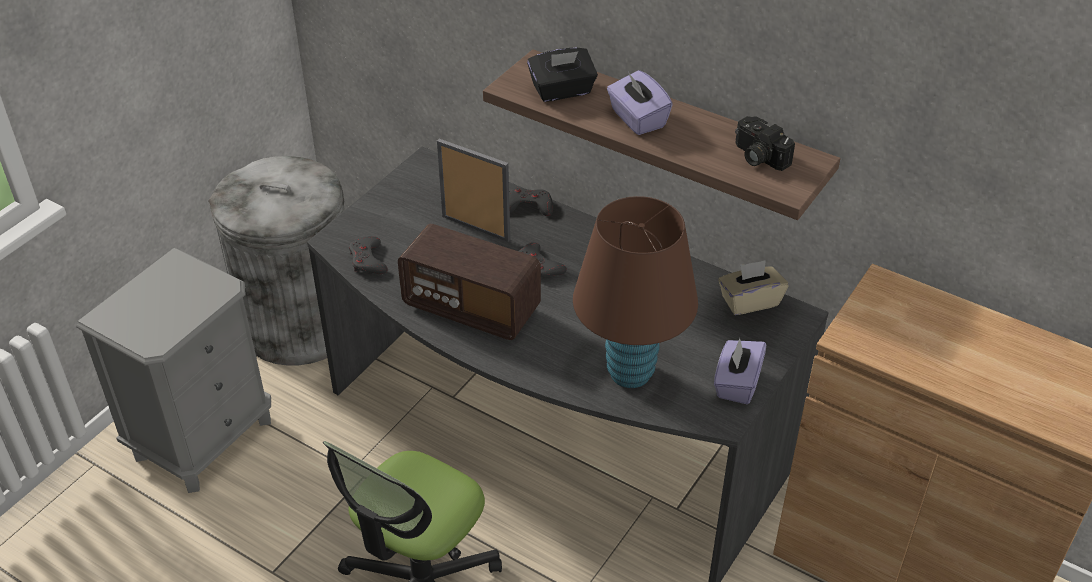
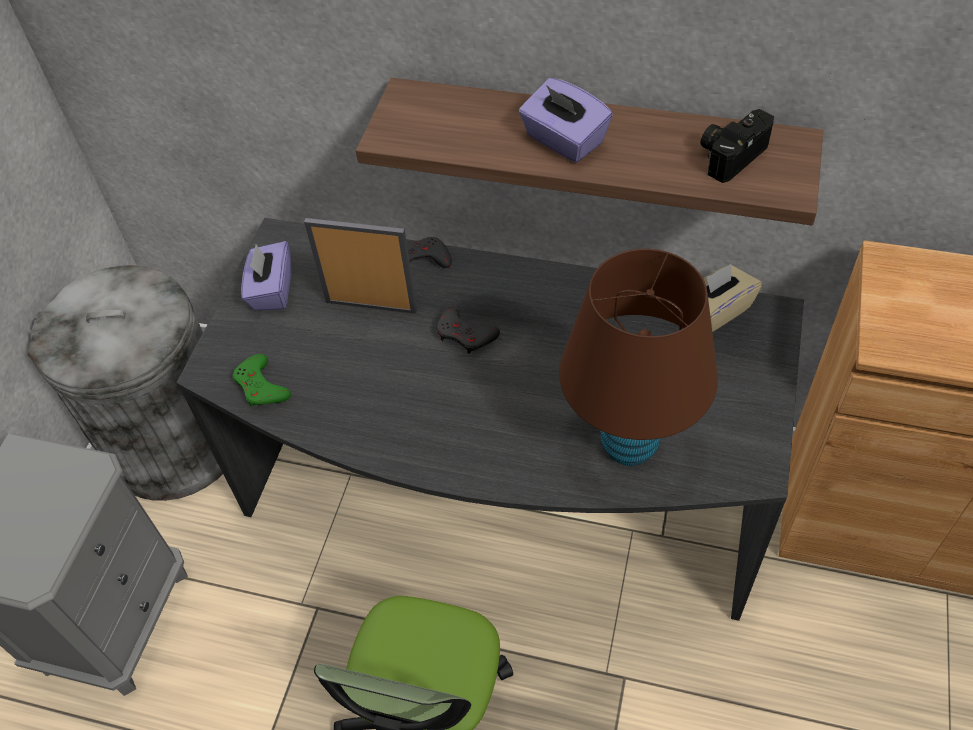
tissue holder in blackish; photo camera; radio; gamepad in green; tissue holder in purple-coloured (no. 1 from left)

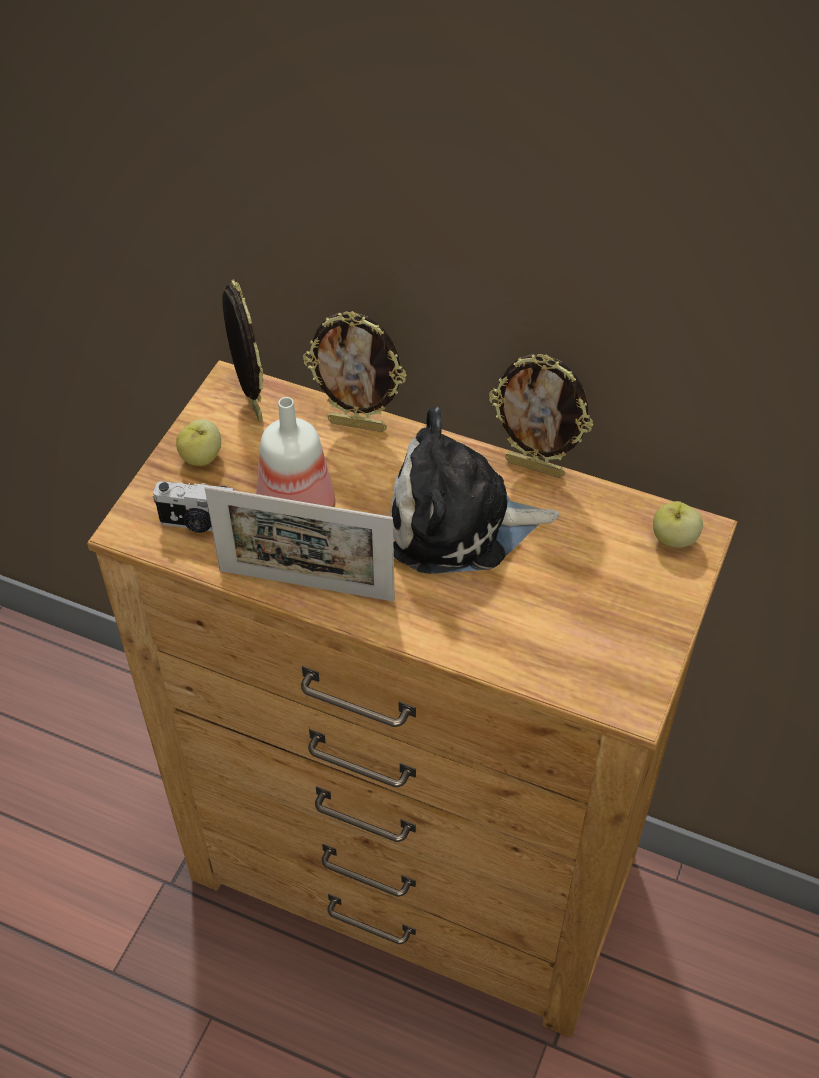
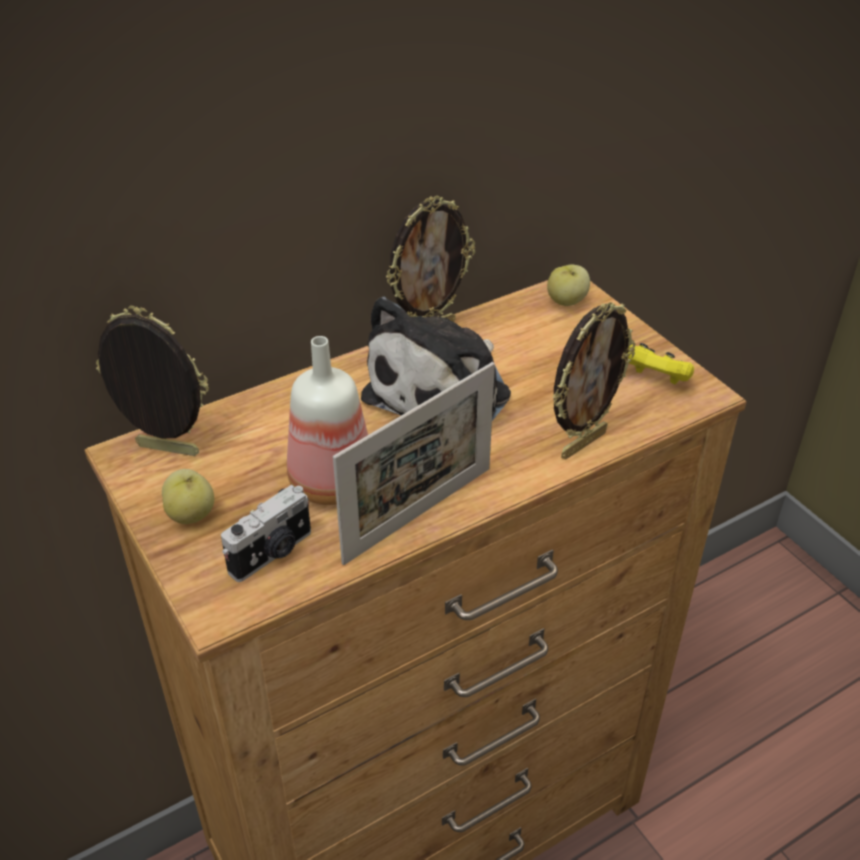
picture frame (no. 4 from left); gamepad in yellowish

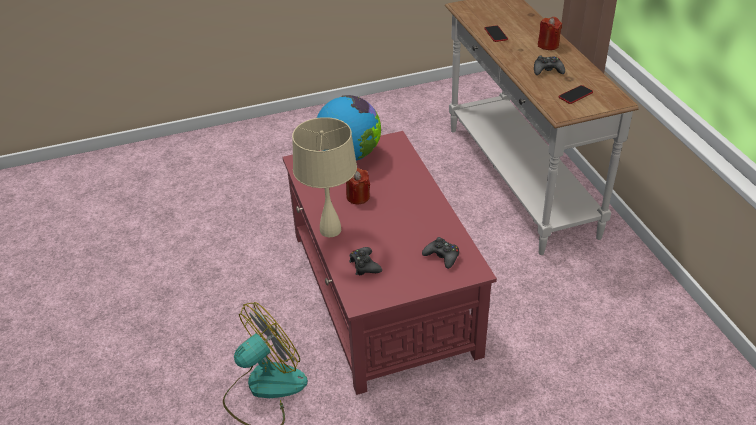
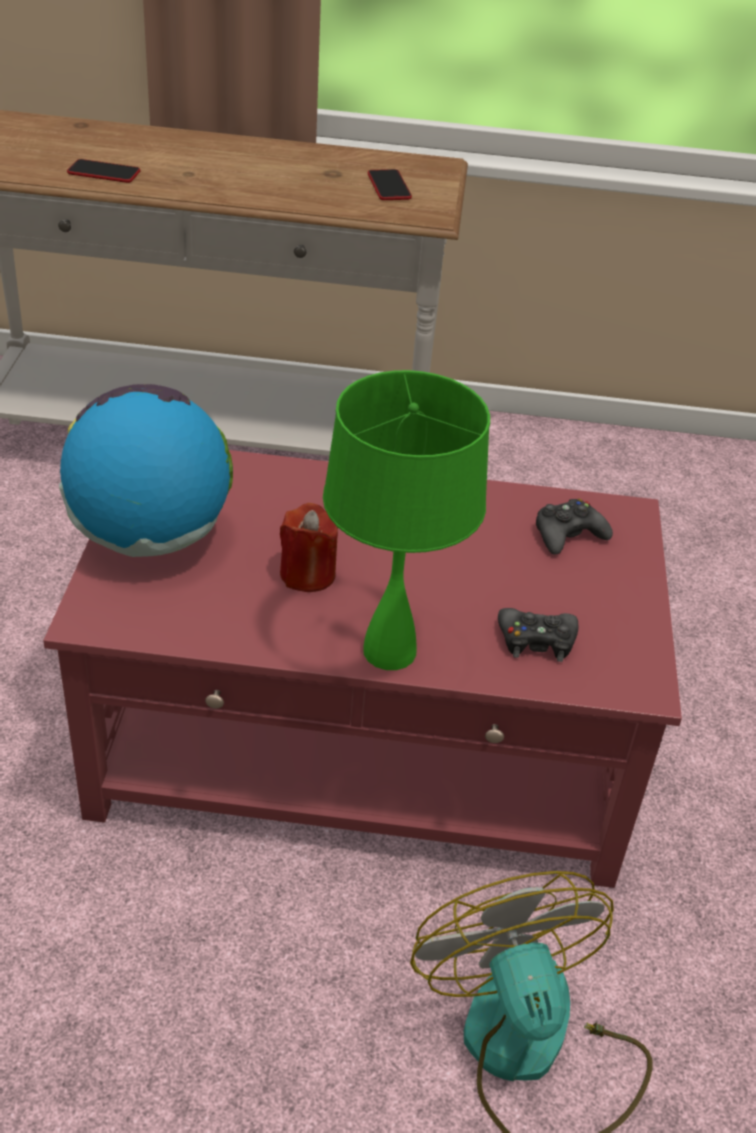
wax light in red-coloured (no. 2 from left in the first image); gamepad in blackish (no. 3 from left in the first image); tabletop lamp in green

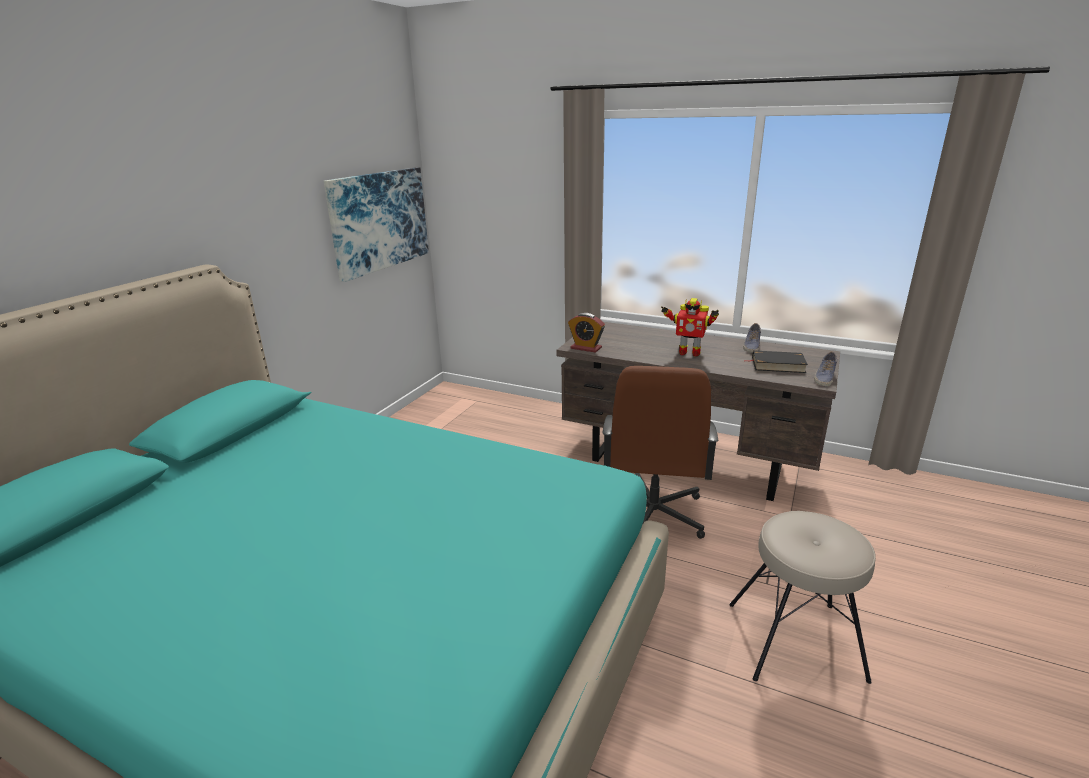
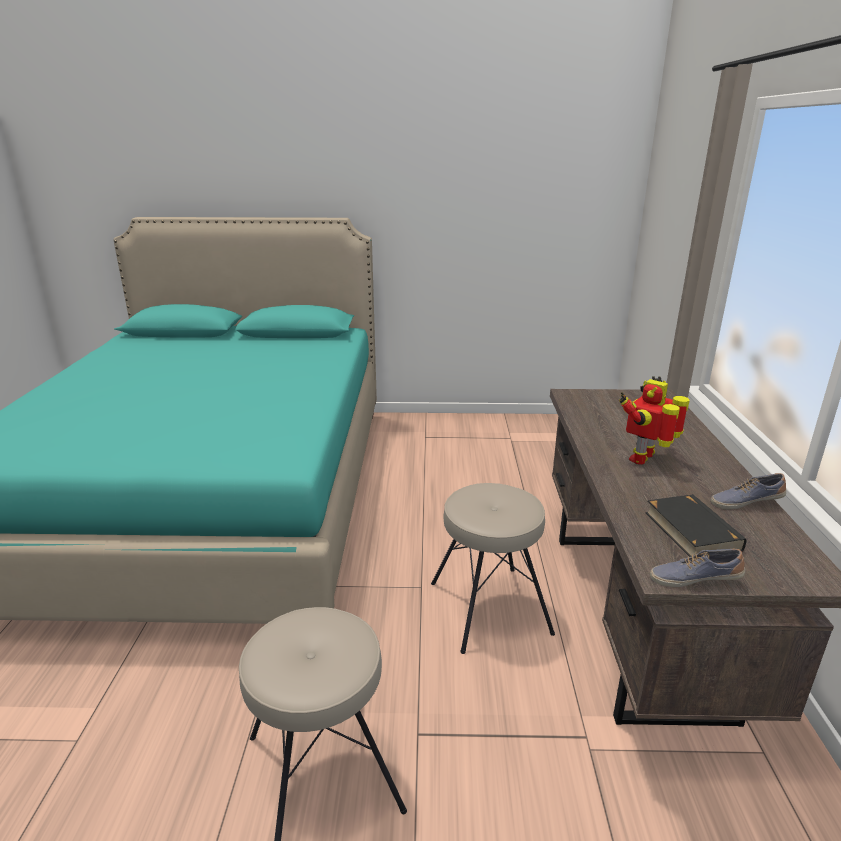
wall picture; model robot; alarm clock; stool seat in beige-coloured (no. 2 from left)

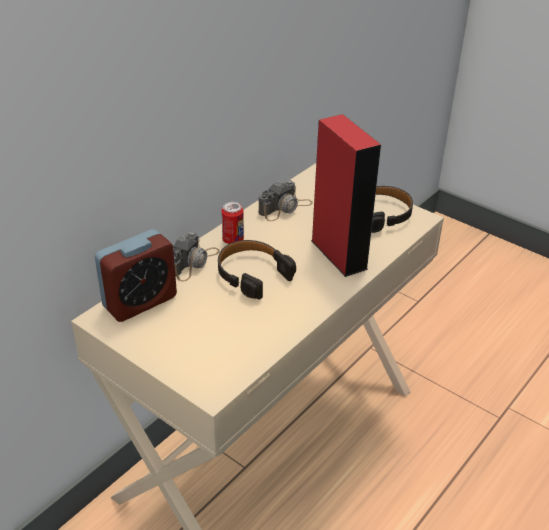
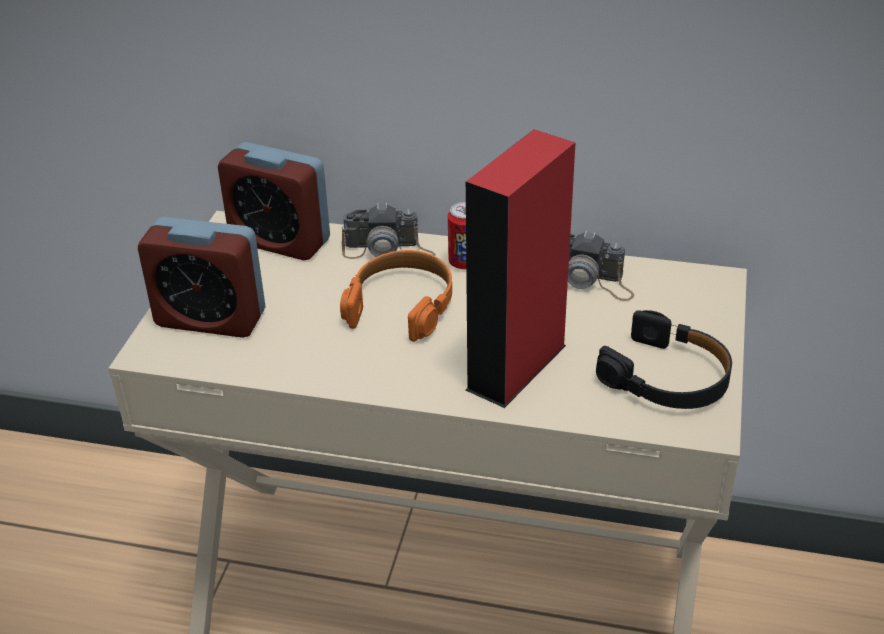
headphones in orange-coloured; alarm clock (no. 1 from left)

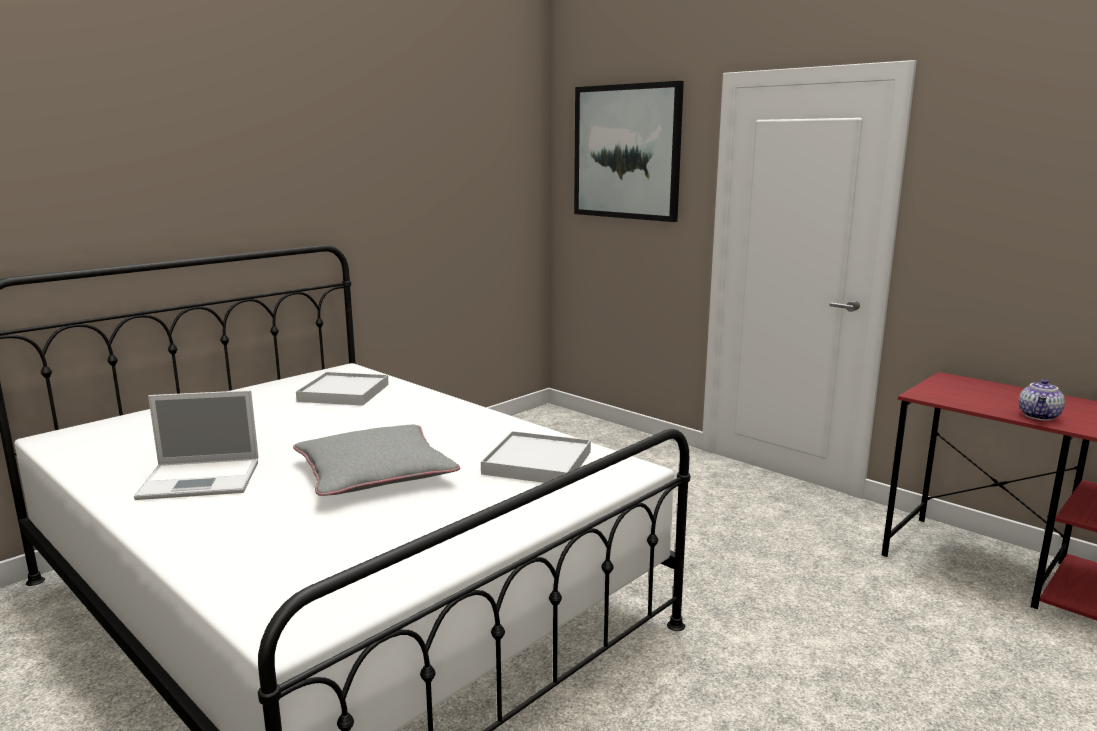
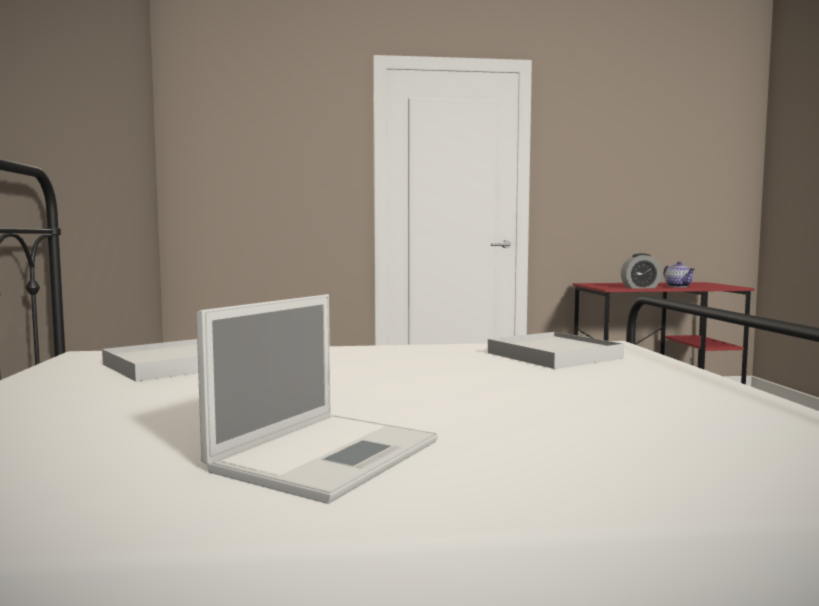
wall picture; cushion in greyish; alarm clock

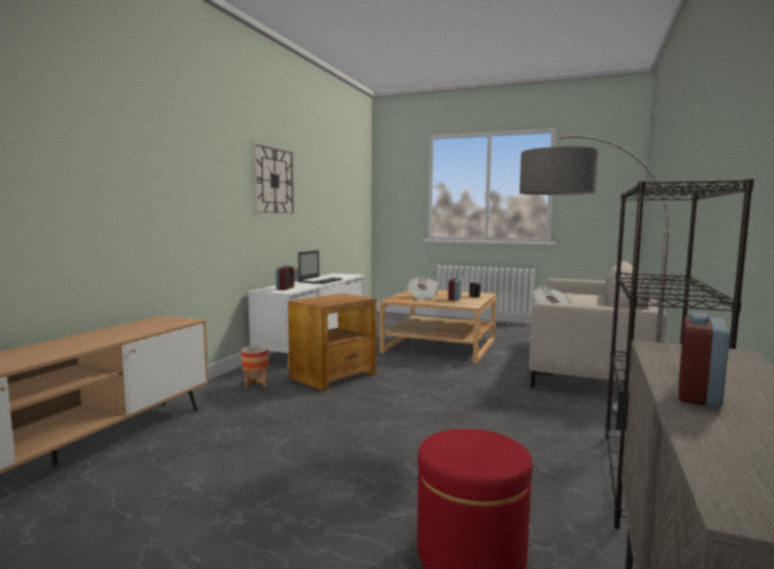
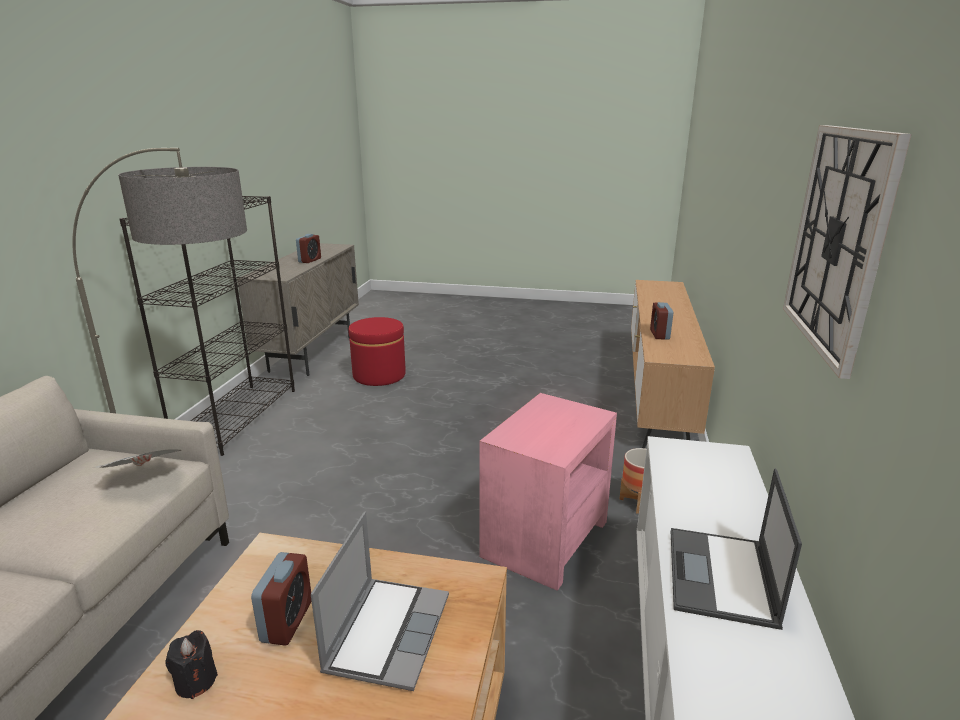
alarm clock (no. 3 from left); notebook computer (no. 1 from left); side table in pink-coloured

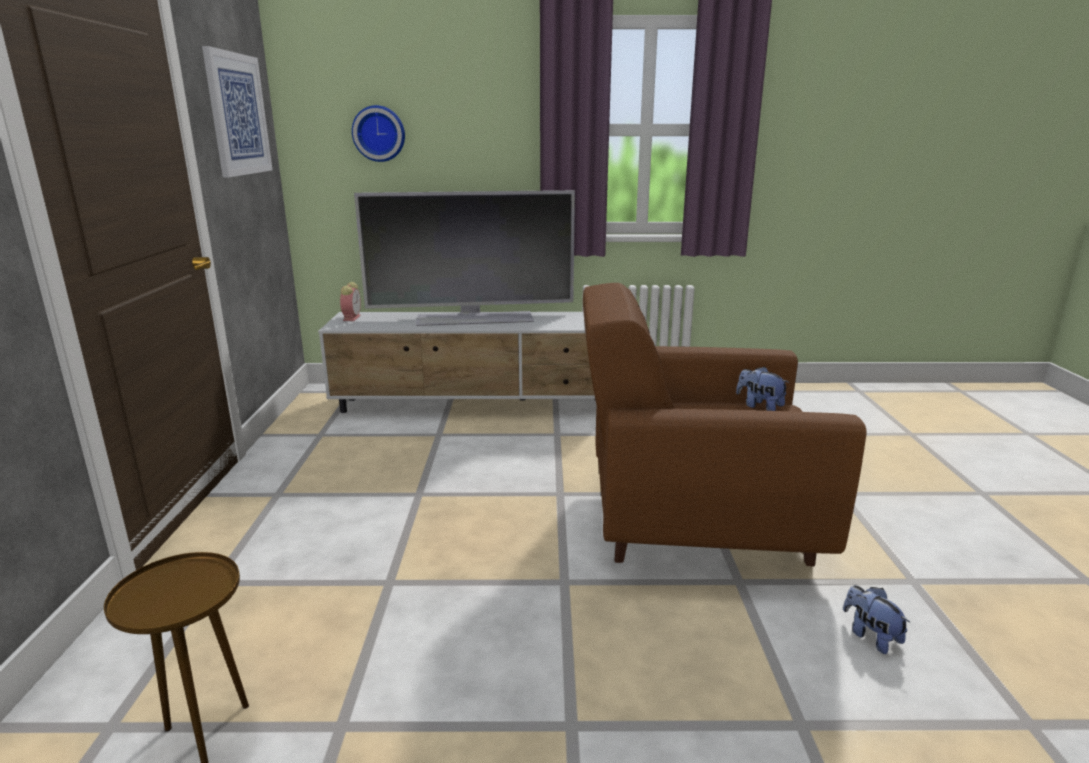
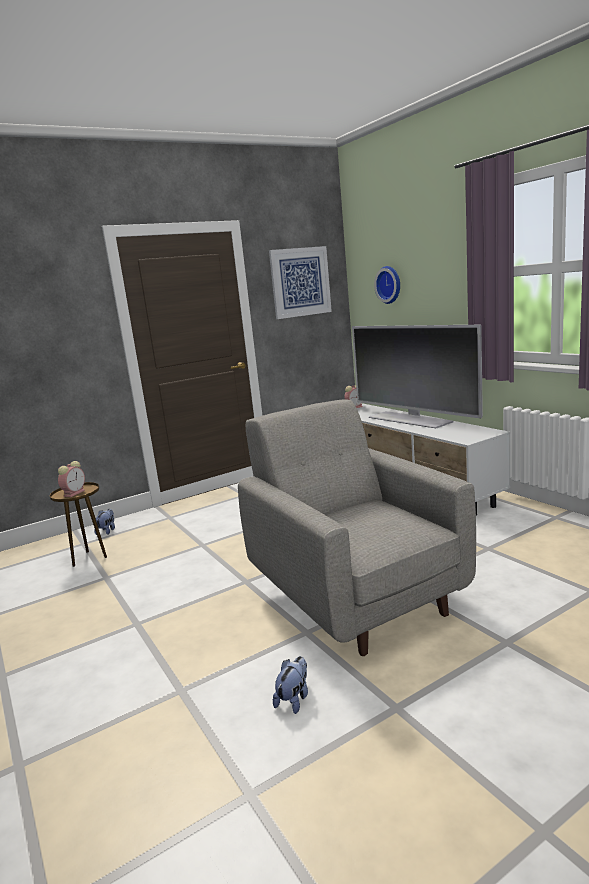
lounge chair in greyish; cuddly toy (no. 1 from left); alarm clock (no. 1 from left)

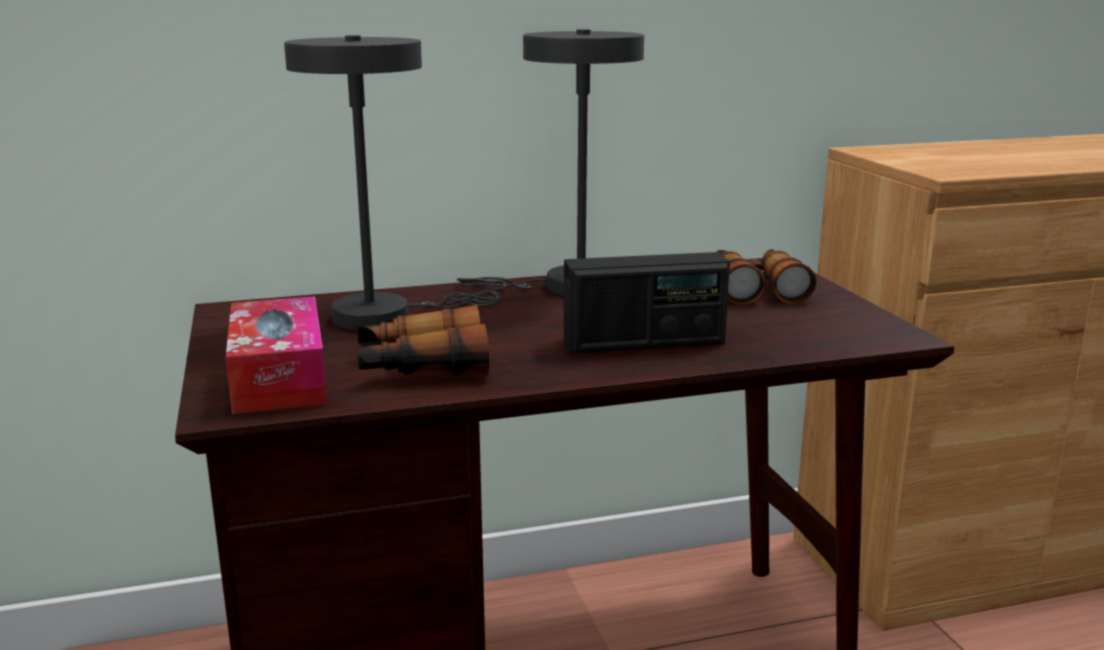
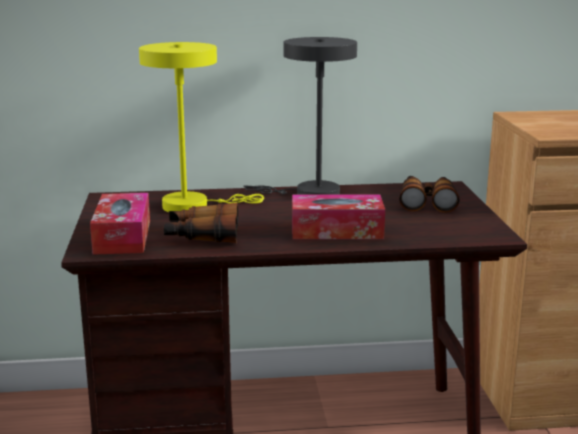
tabletop lamp in yellowish; tissue holder (no. 2 from left)

